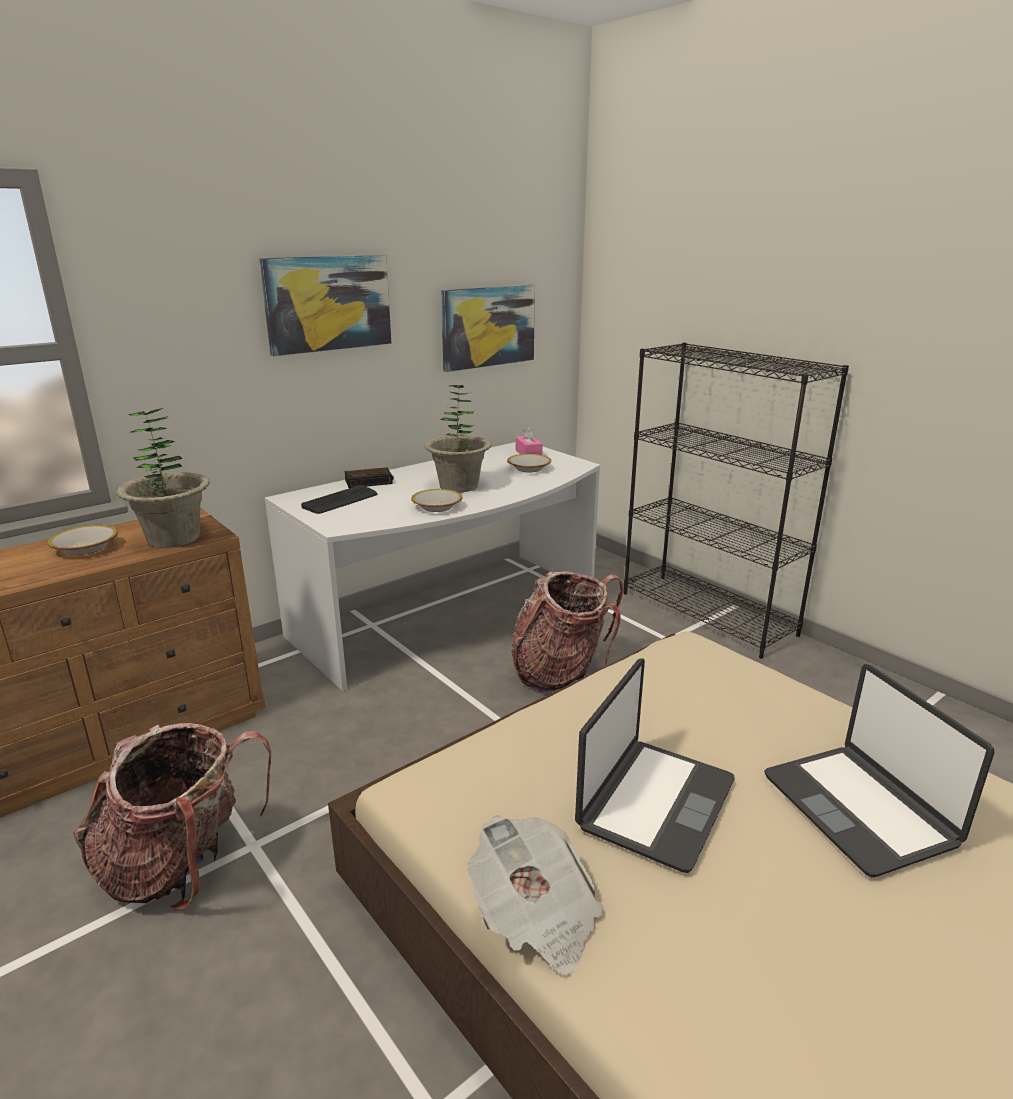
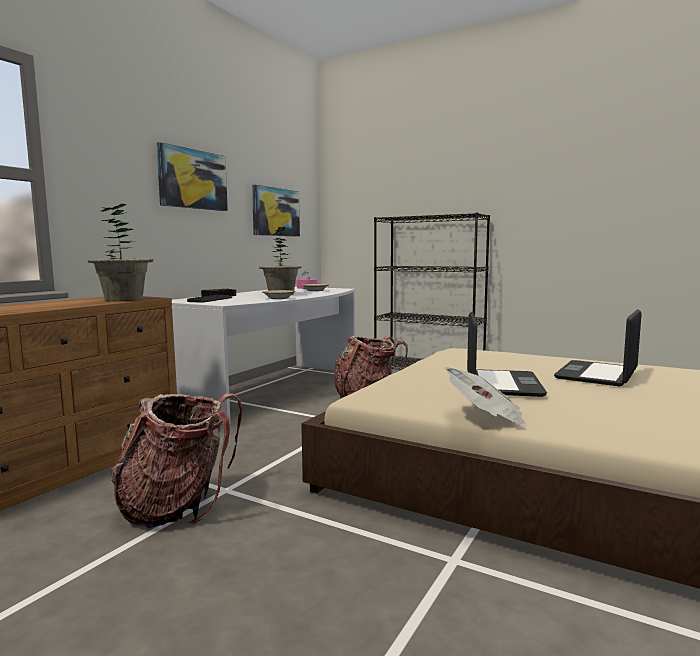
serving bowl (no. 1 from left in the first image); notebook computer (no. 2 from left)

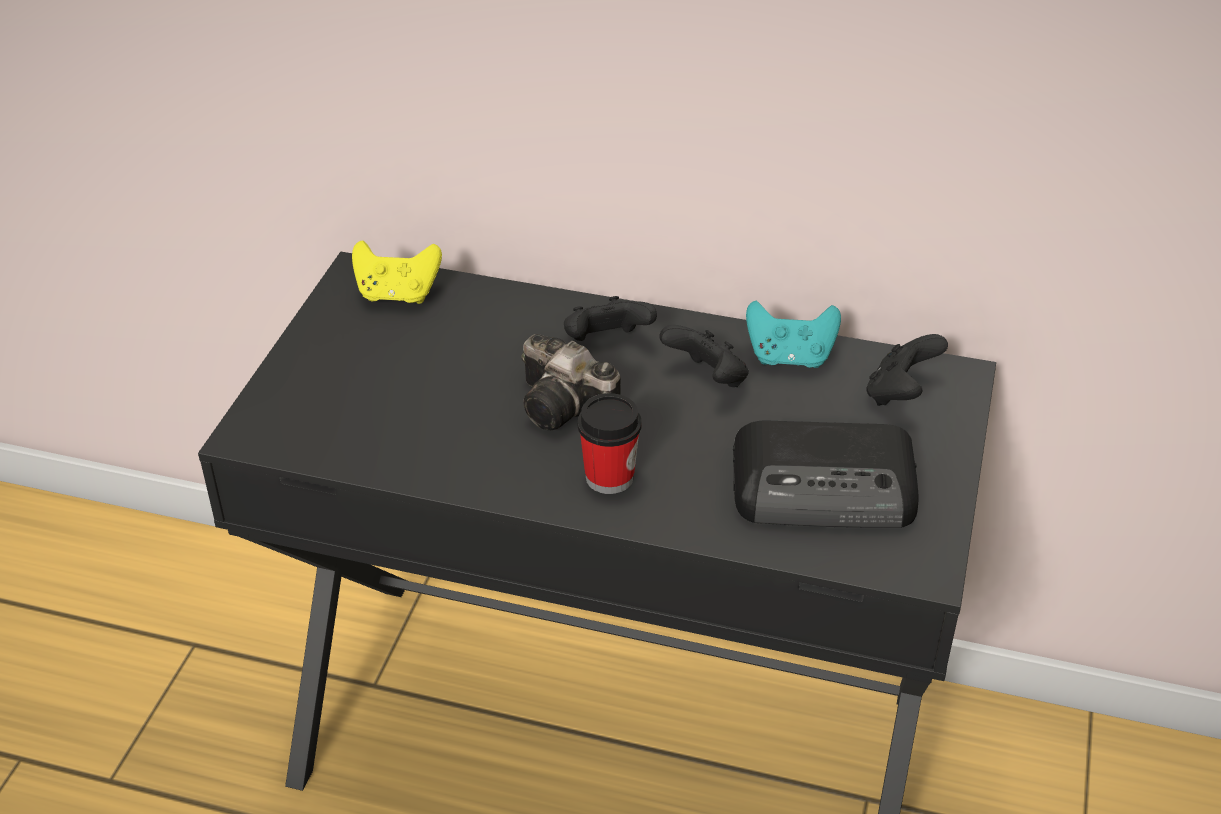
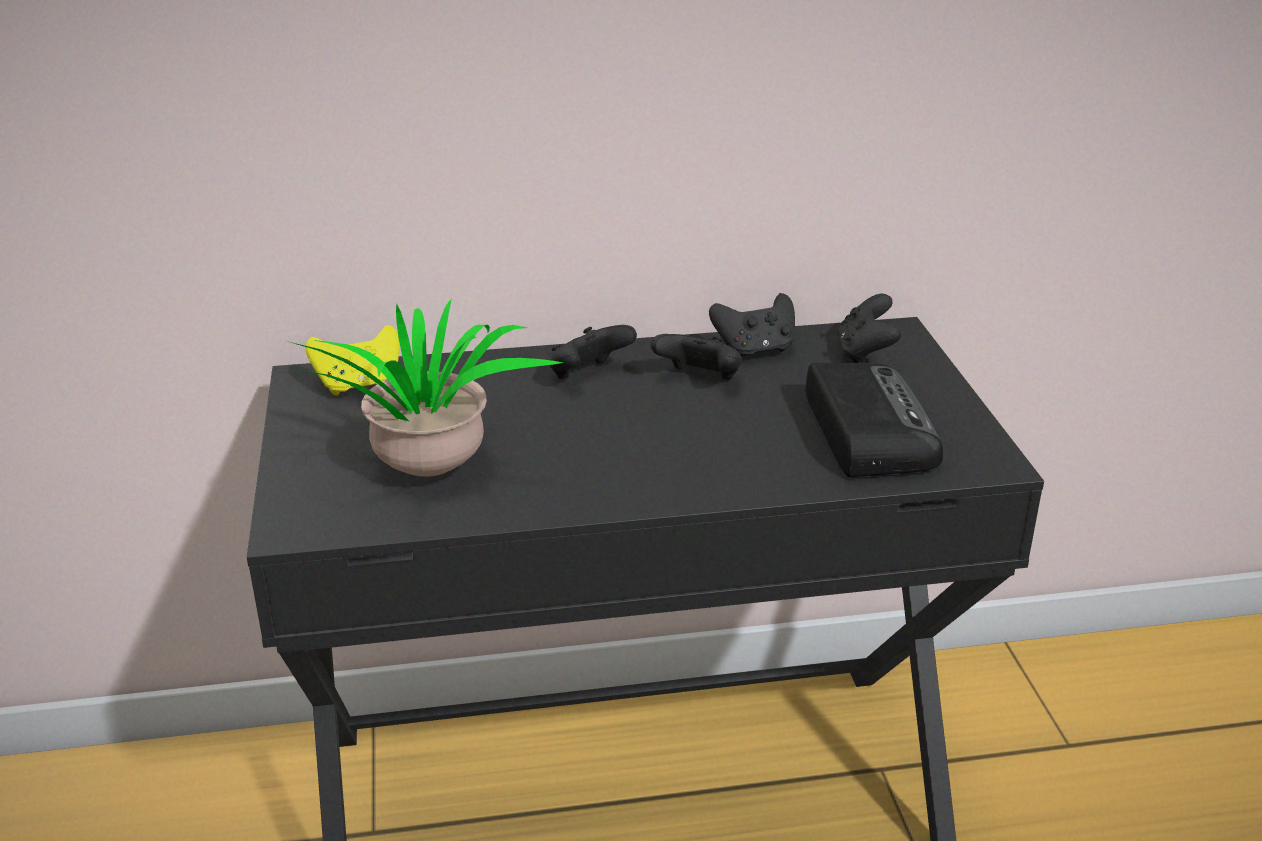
gamepad in blackish (no. 3 from left); photo camera; drinking cup; radio; plant in a pot

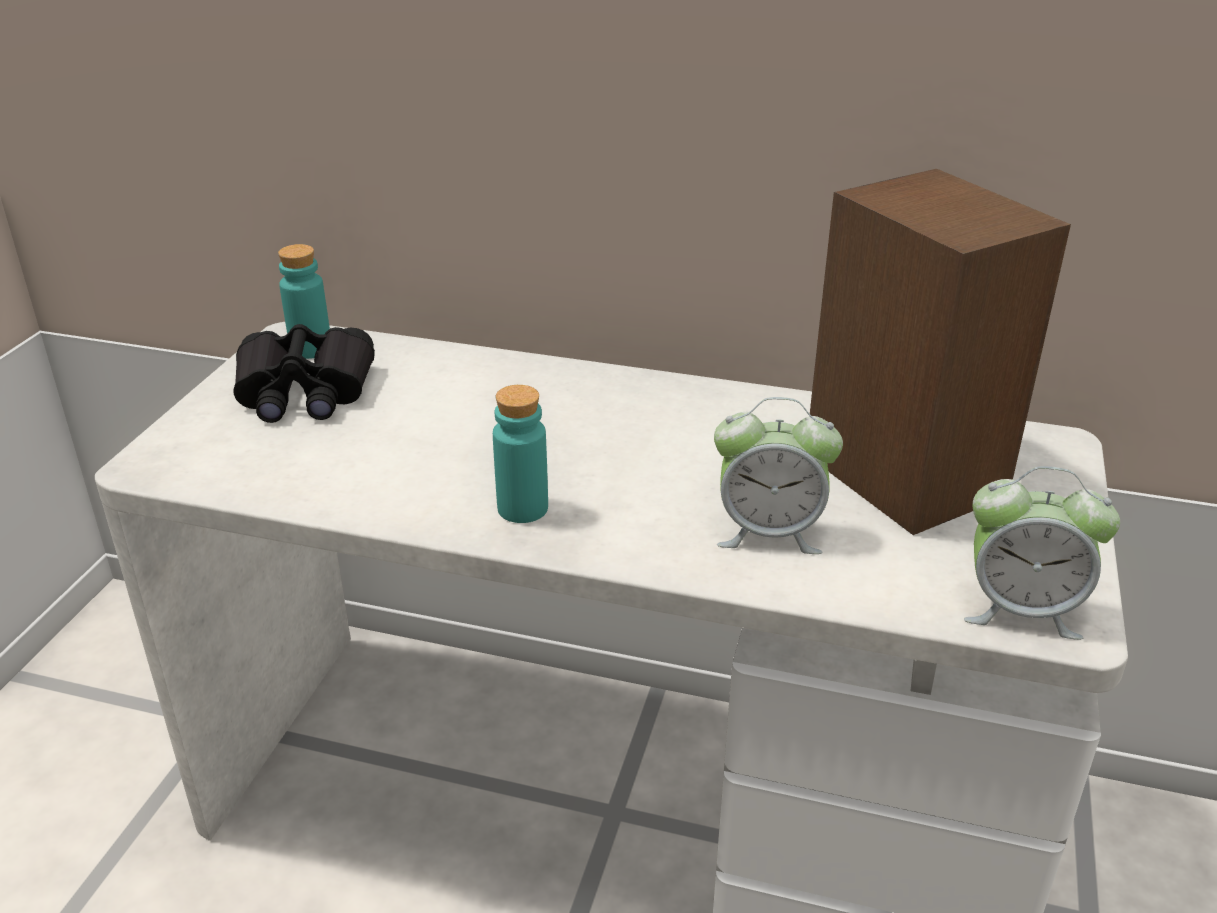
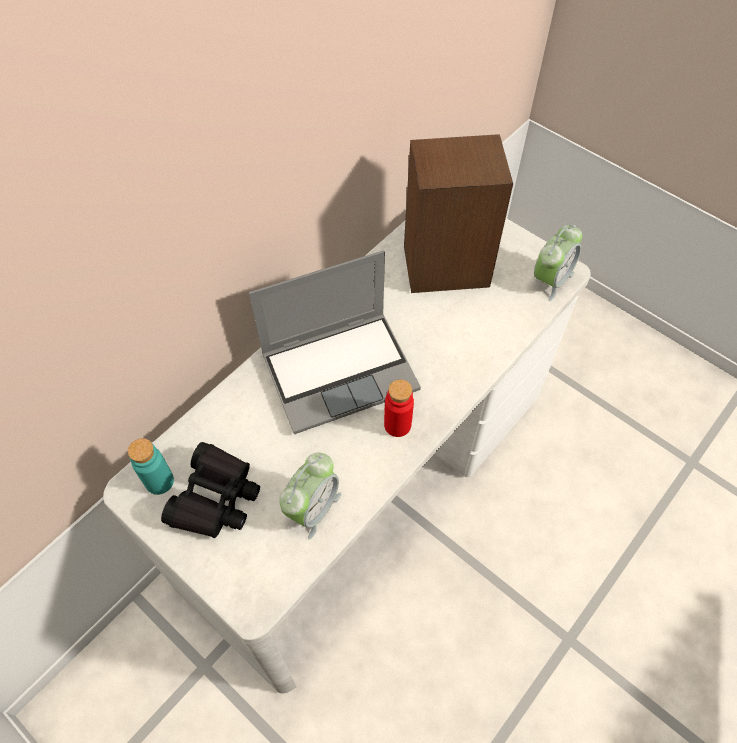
drink bottle in red-coloured; alarm clock (no. 1 from left); notebook computer

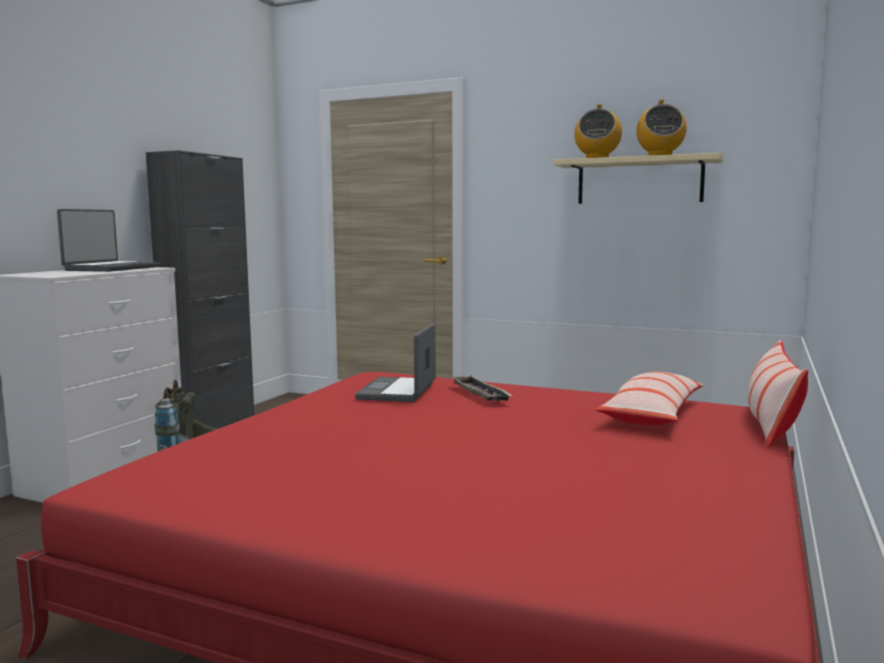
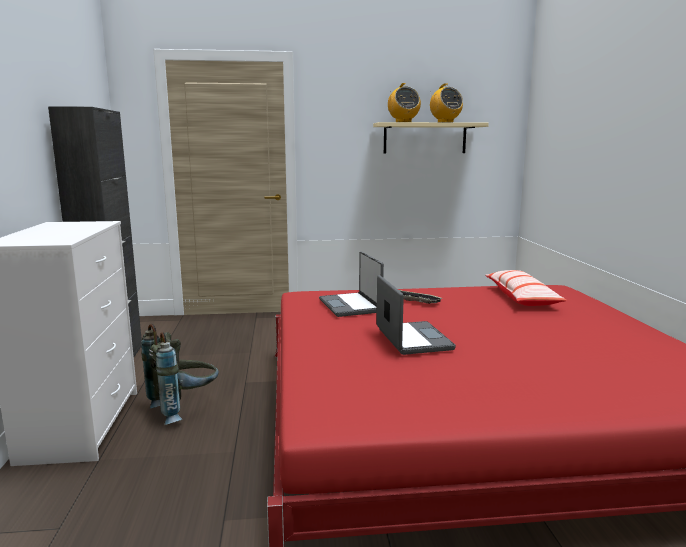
notebook computer (no. 2 from left); cushion (no. 2 from left in the first image)

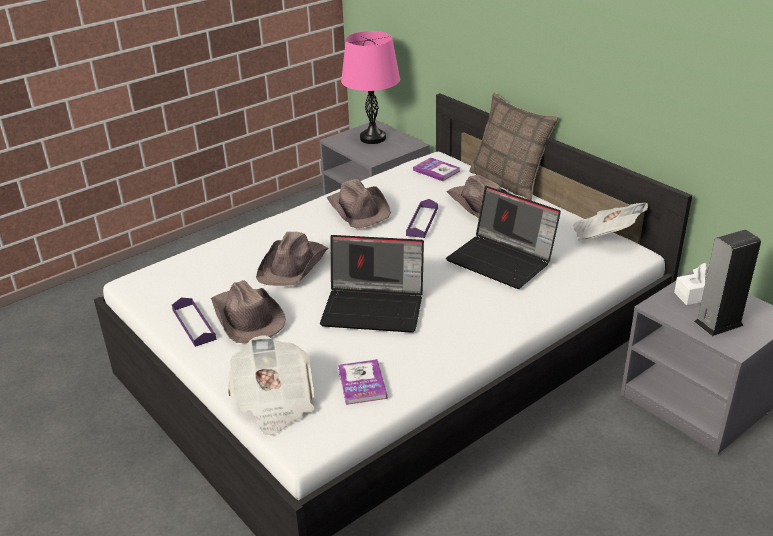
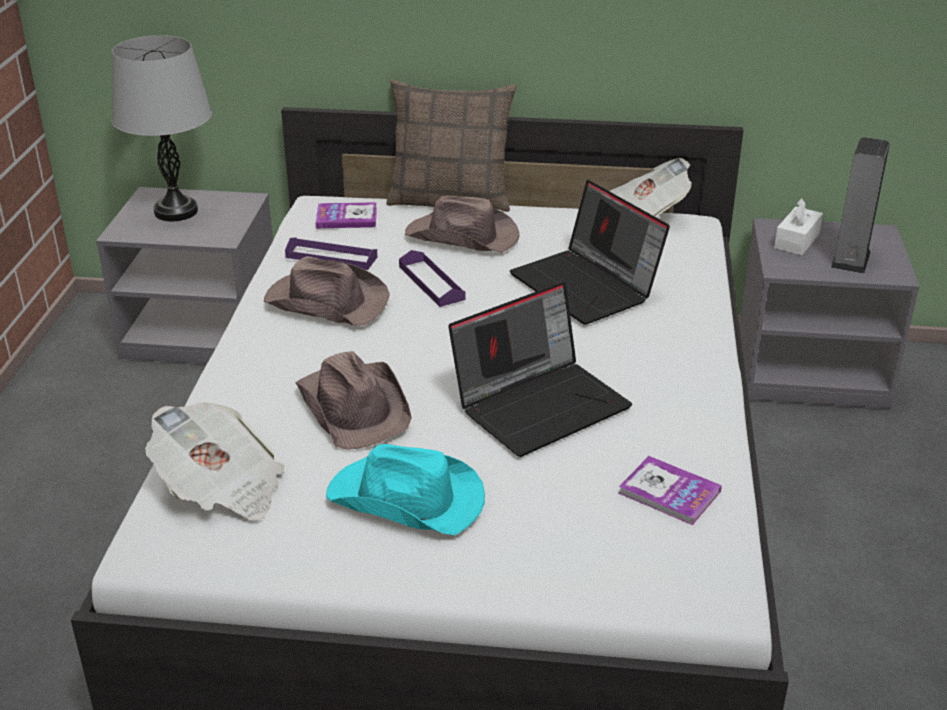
tabletop lamp in greyish; notebook computer (no. 2 from left); hat in turquoise-coloured; carrying tray in purple-coloured (no. 1 from left); newspaper (no. 1 from left)

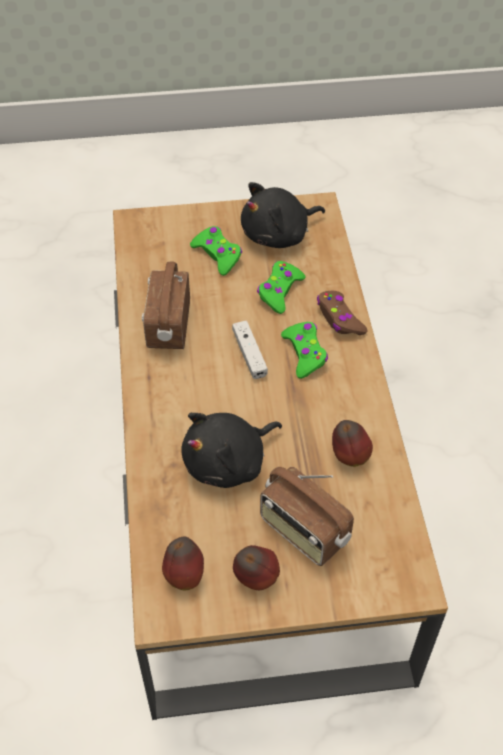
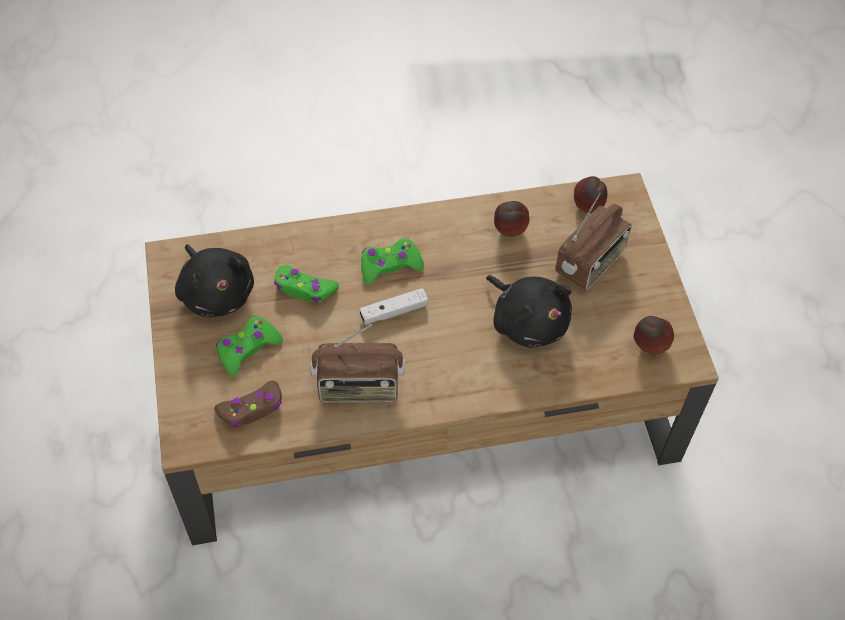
gamepad in brown-coloured; whole apple (no. 2 from left)

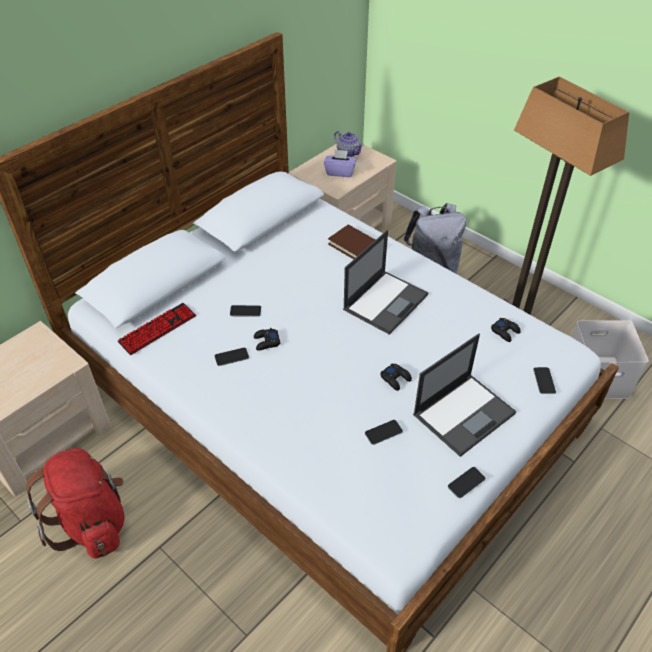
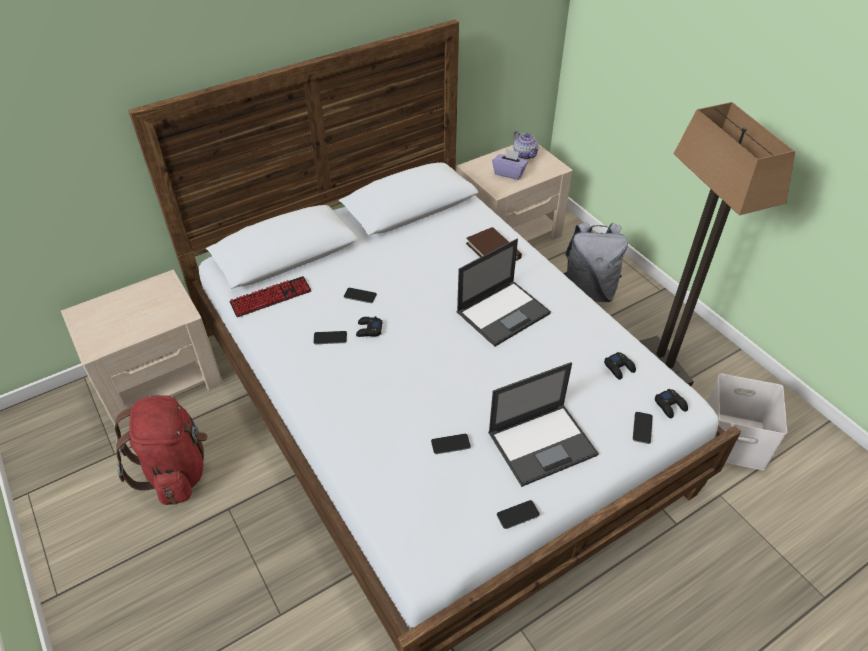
gamepad in blackish (no. 3 from left)

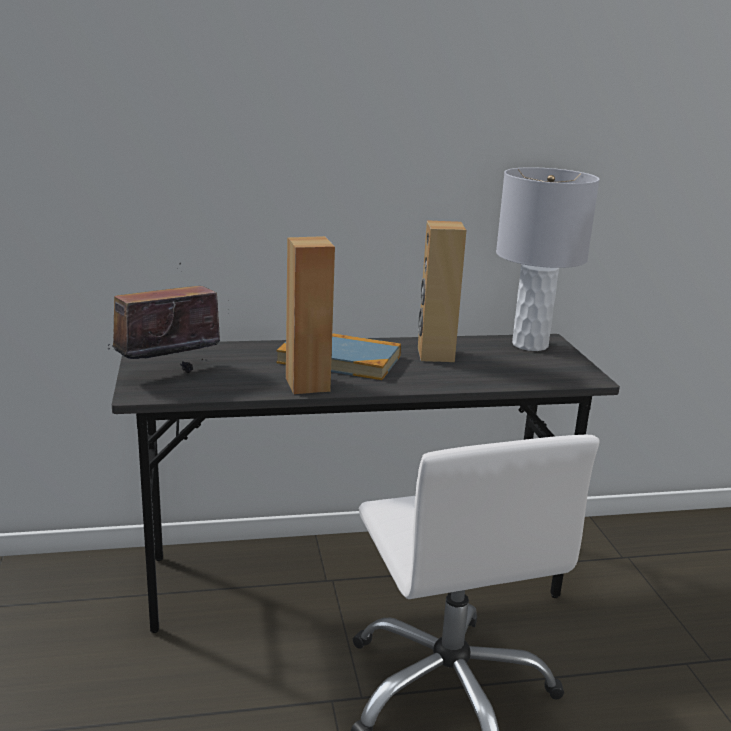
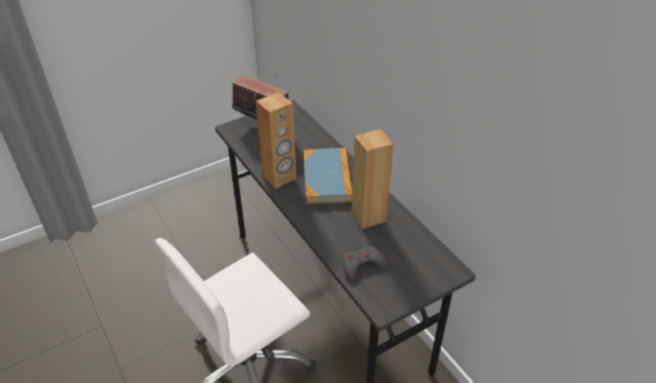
tabletop lamp in greyish; gamepad in greyish

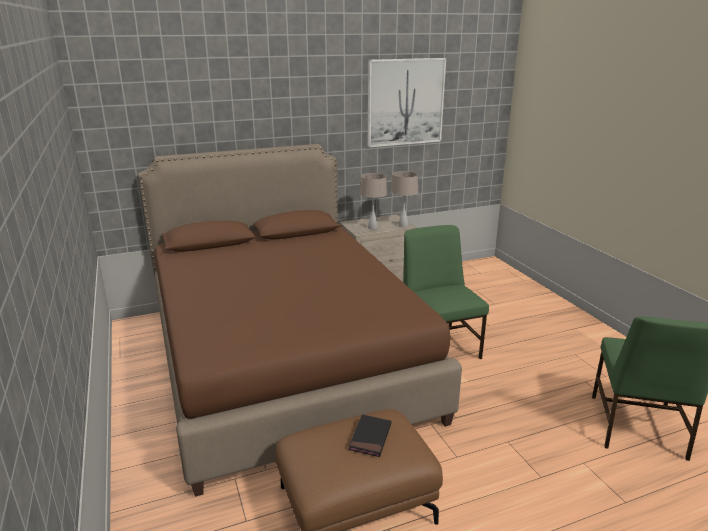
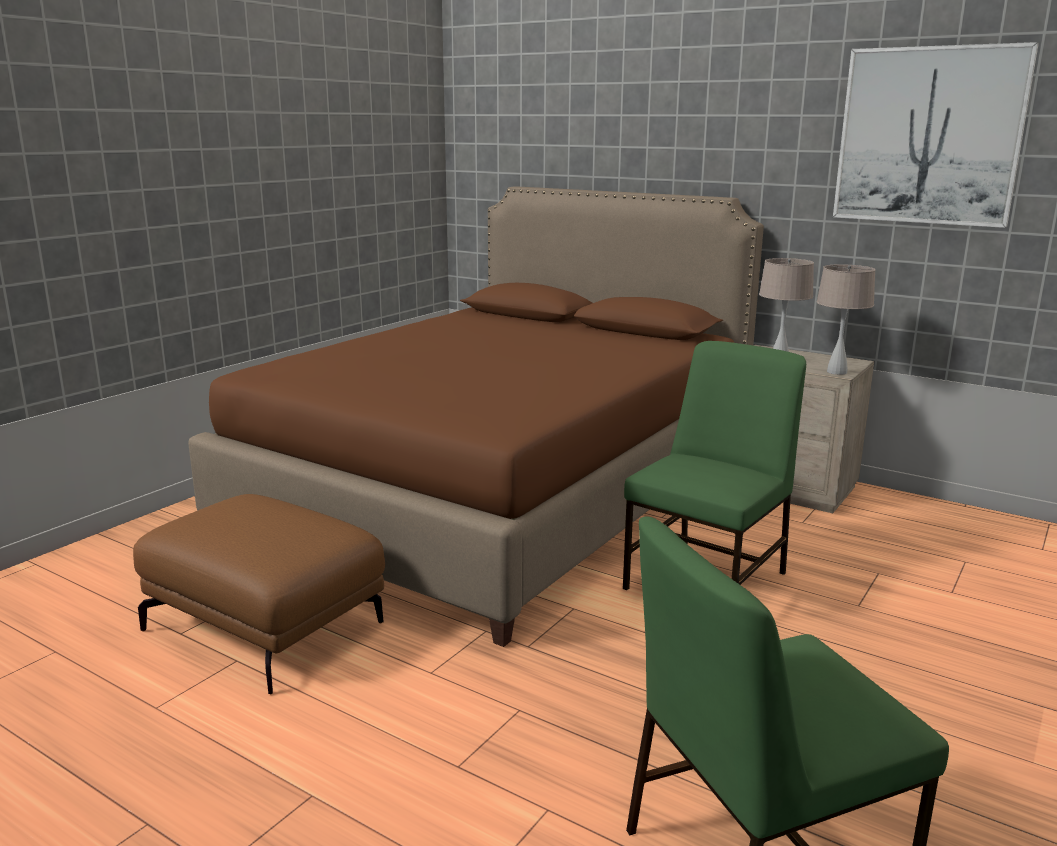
book in blackish

